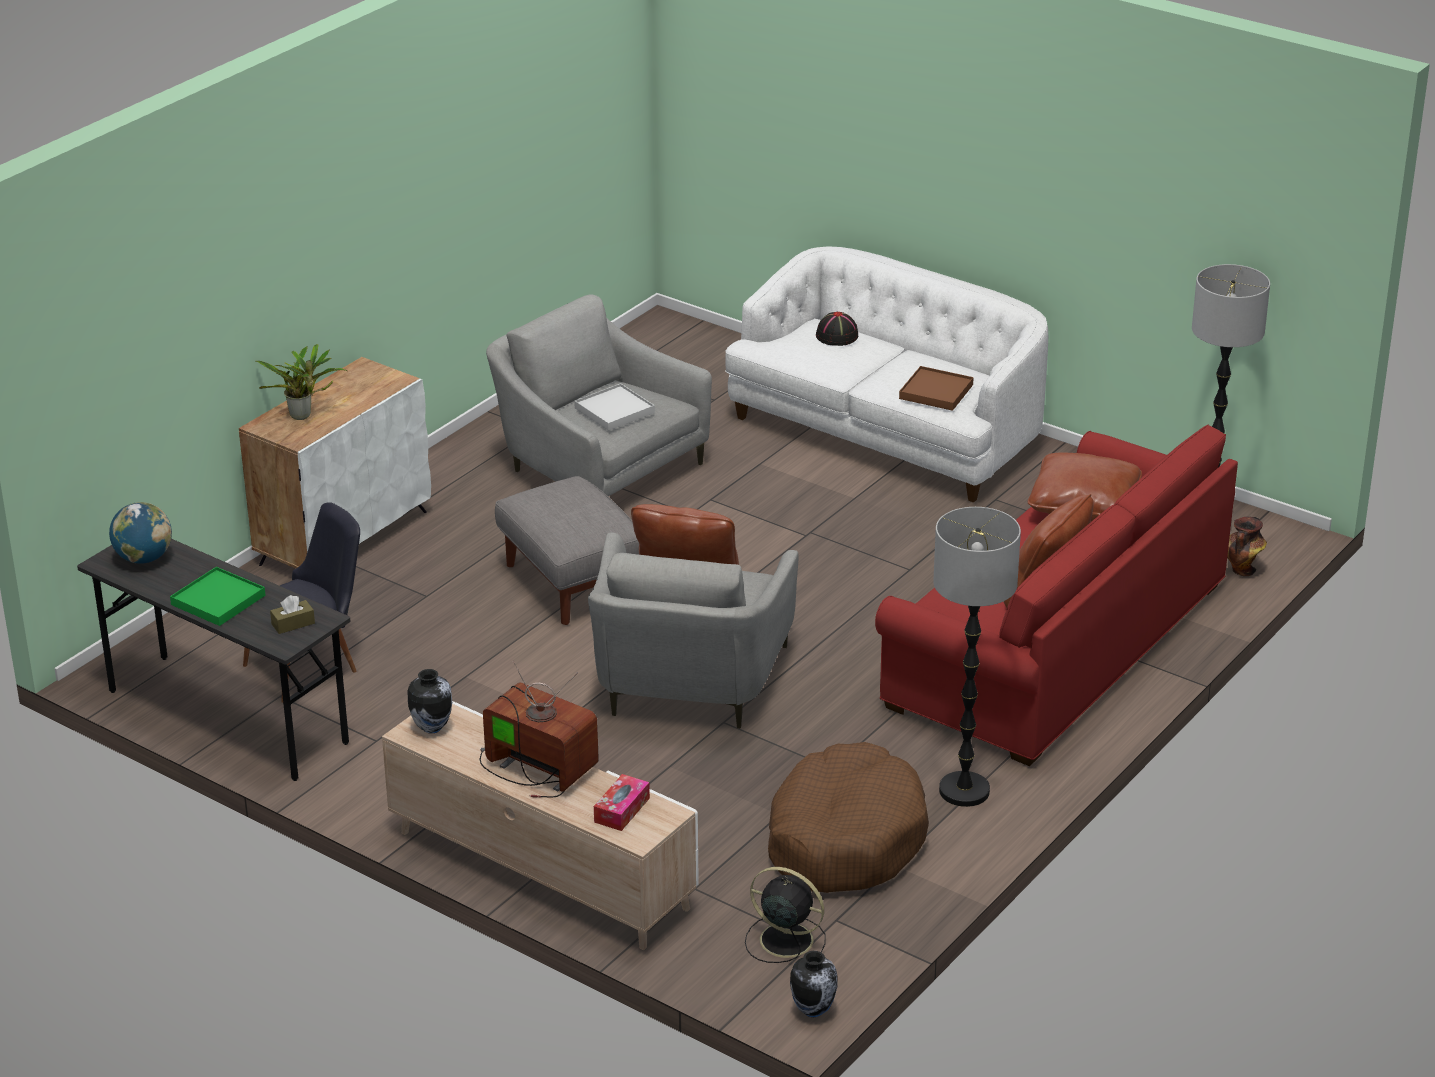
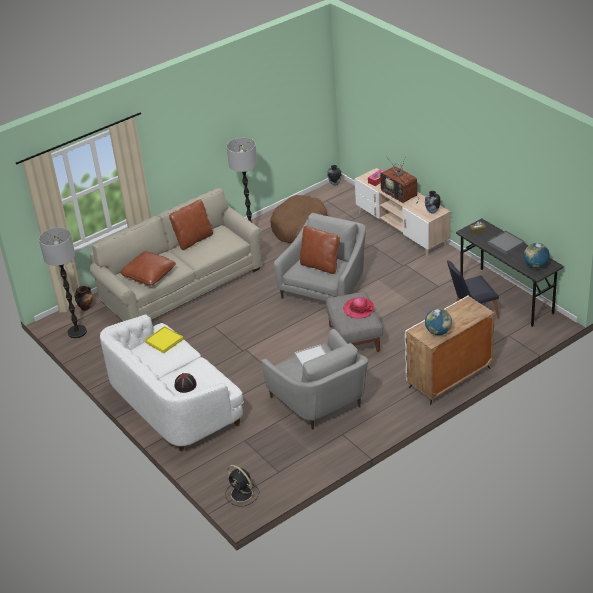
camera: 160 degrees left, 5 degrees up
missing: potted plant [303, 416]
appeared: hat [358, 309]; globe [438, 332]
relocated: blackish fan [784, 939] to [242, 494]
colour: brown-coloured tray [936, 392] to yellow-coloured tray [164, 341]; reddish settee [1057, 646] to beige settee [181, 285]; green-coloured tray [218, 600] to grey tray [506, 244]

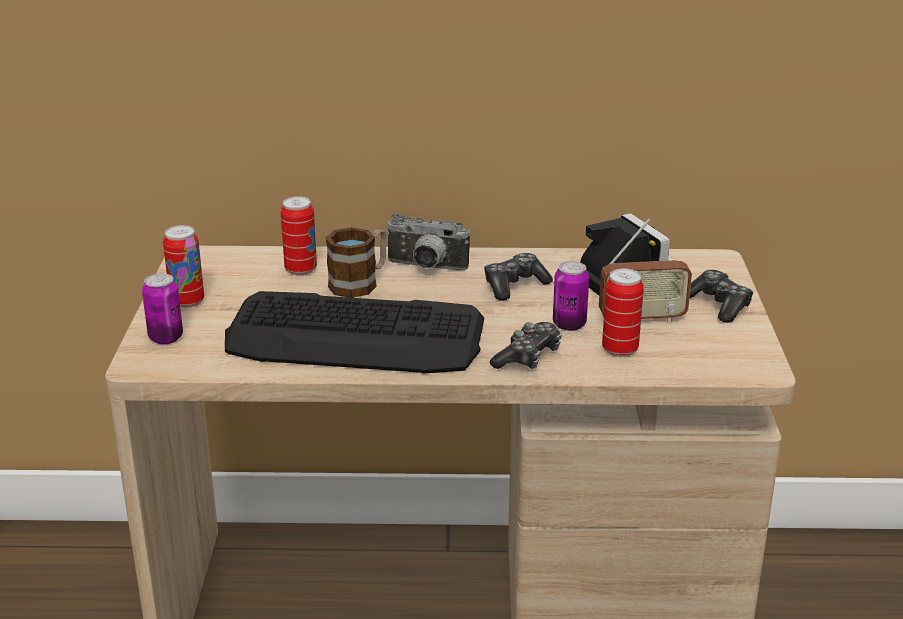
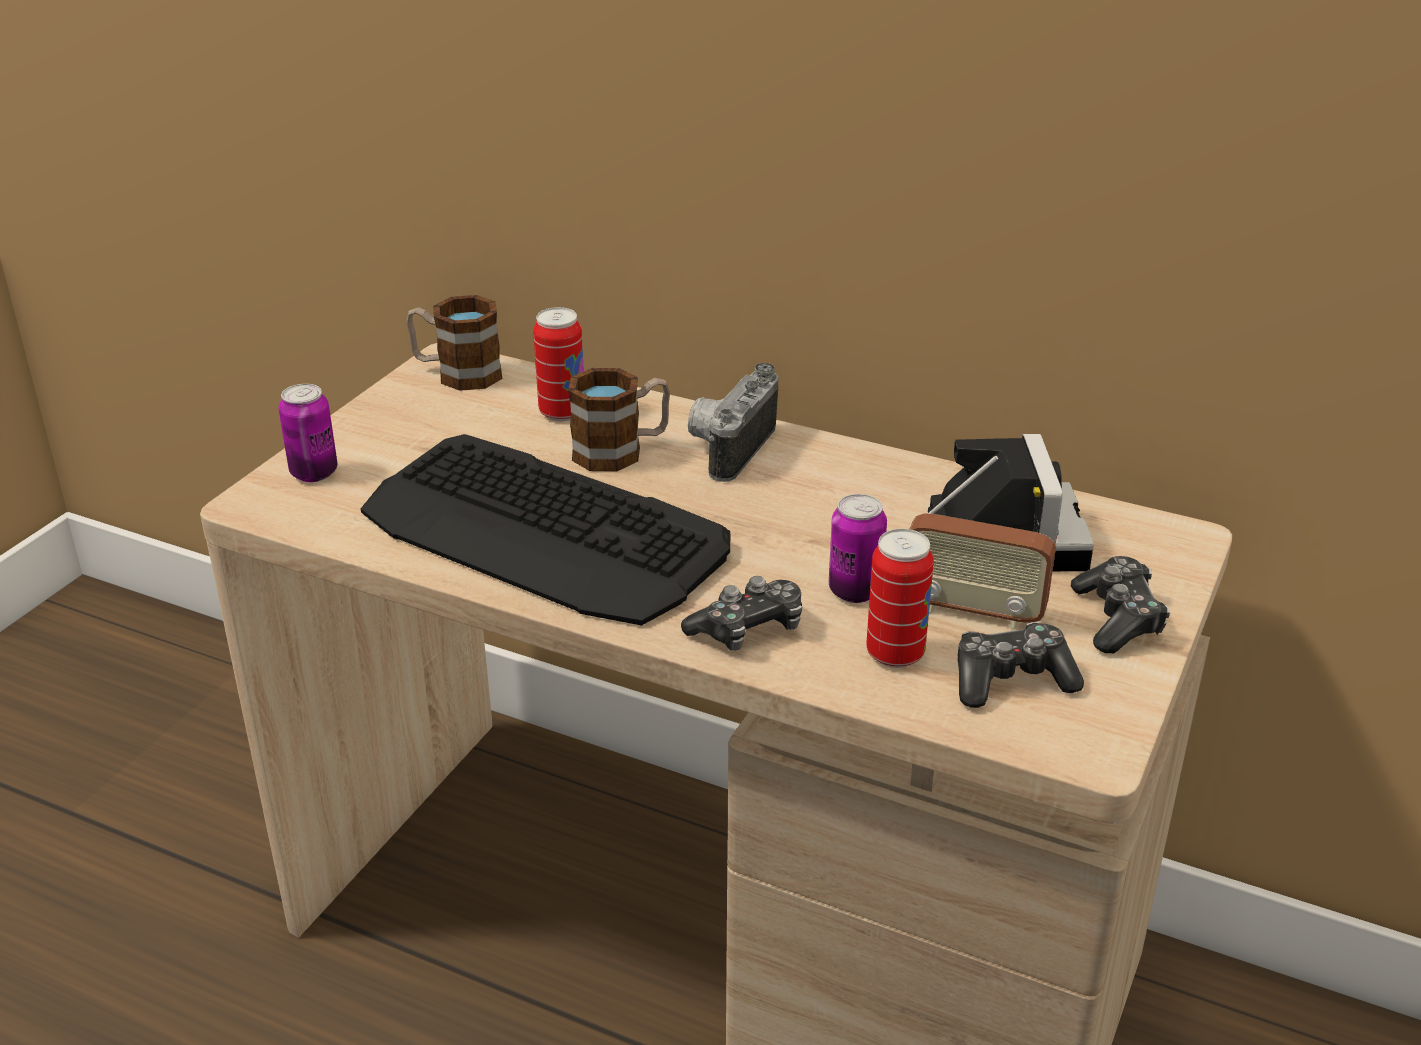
camera: 25 degrees right, 5 degrees up
missing: sealed can [187, 302]
appeared: tea mug [457, 373]
relocated: joypad [514, 286] to [1011, 680]
spun: photo camera [425, 268] = [728, 448] 75 degrees clockwise

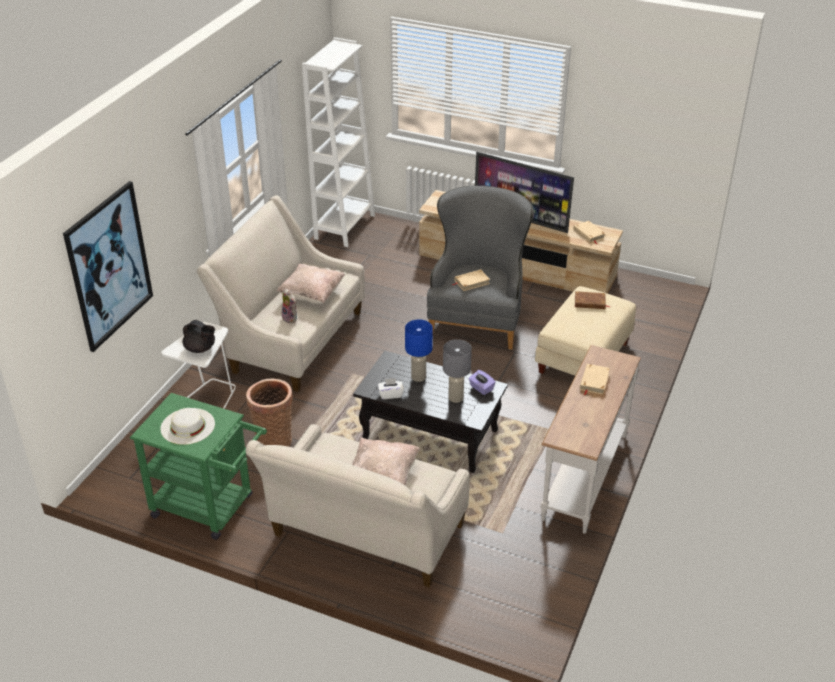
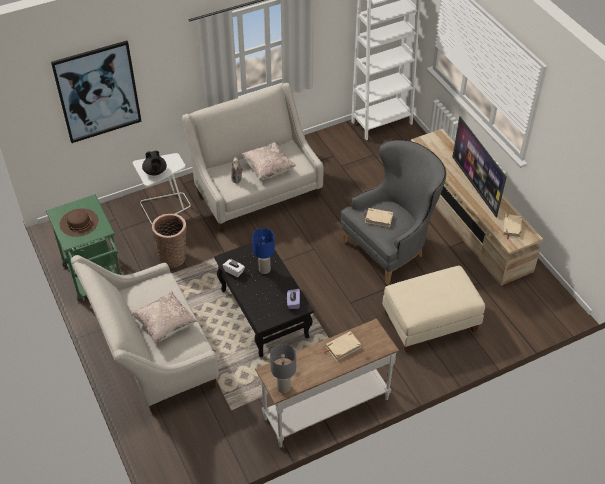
camera: 40 degrees right, 10 degrees up
missing: brown-coloured bound book [590, 302]
relocated: grey lamp for a table [455, 398] to [283, 387]
colour: whitish hat [187, 426] to brown-coloured hat [79, 222]

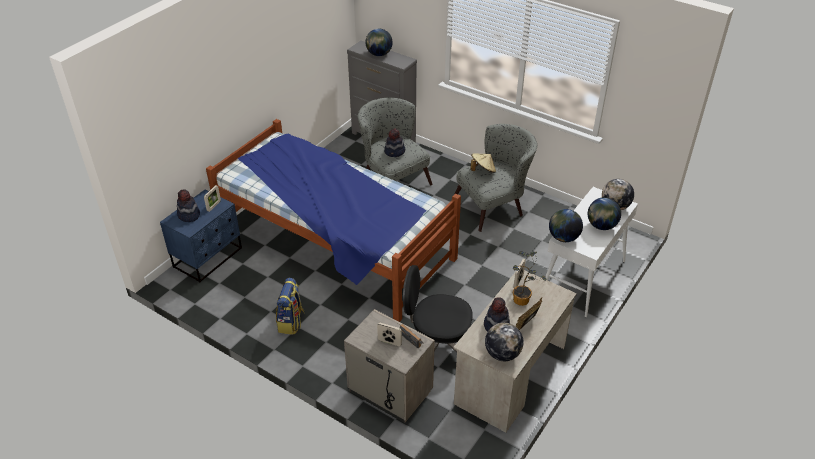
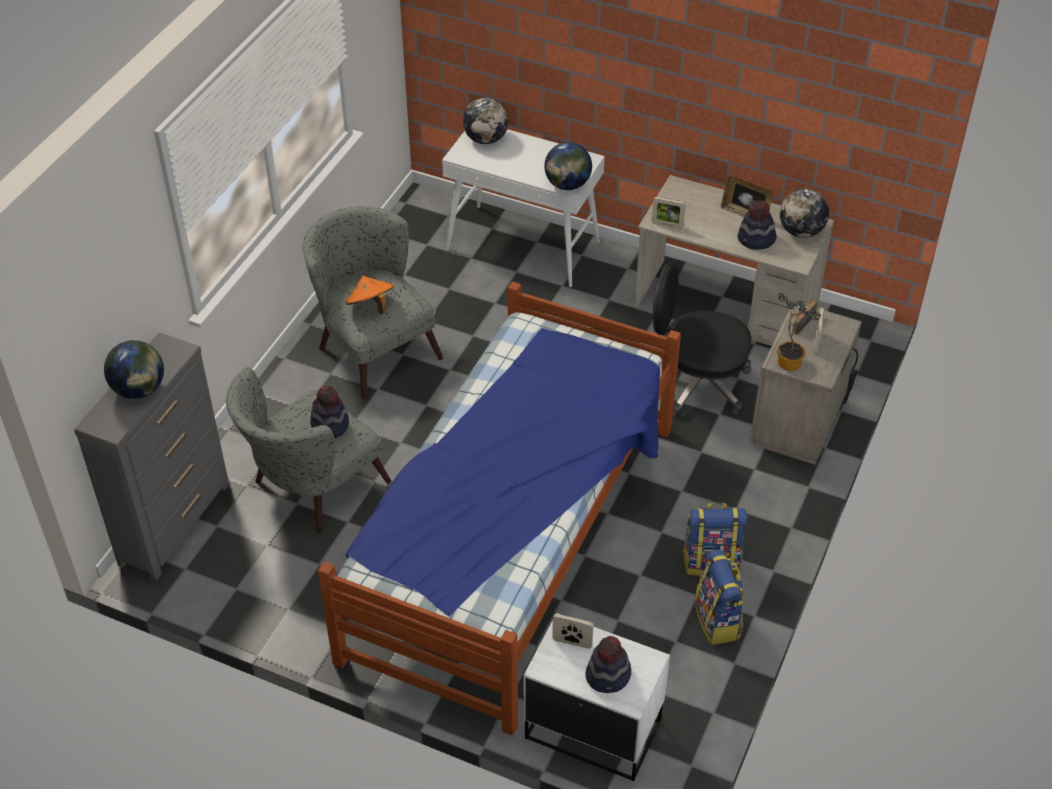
camera: 100 degrees left, 5 degrees up
missing: globe [601, 226]
appeared: rucksack [718, 620]
relocated: potted plant [523, 301] to [790, 360]
colour: beige hat [482, 170] to orange-coloured hat [371, 306]; blue night table [208, 258] to whitish night table [592, 728]
spun: blackish computer chair [437, 344] = [696, 383] 105 degrees clockwise

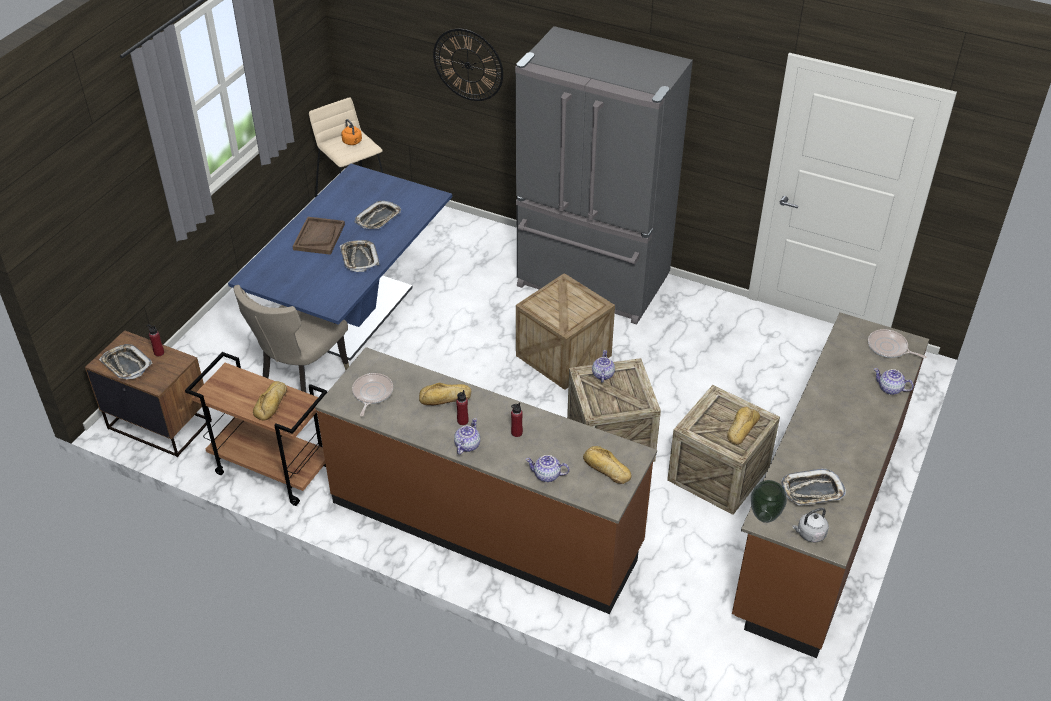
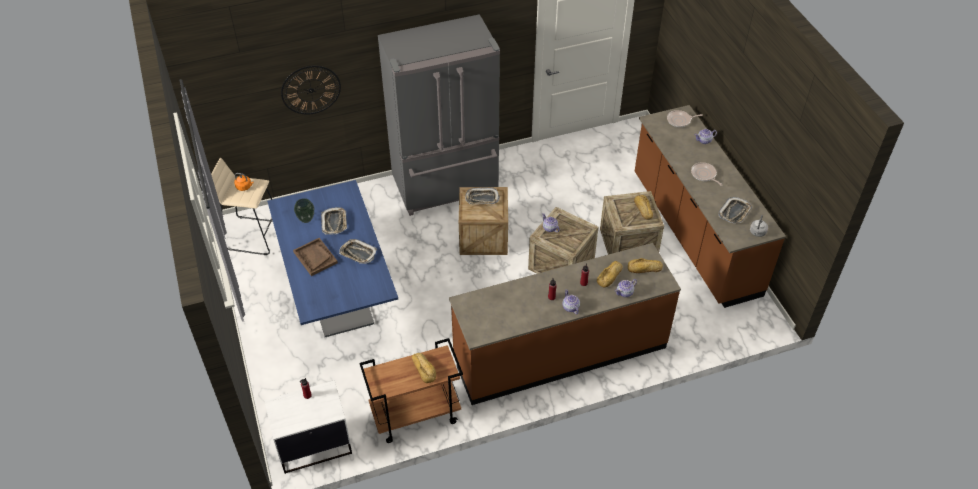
camera: 45 degrees left, 5 degrees up
missing: beige upright chair [300, 379]
relocated: tray [126, 365] to [482, 198]; frying pan [372, 393] to [704, 175]; bakery bread [445, 399] to [610, 276]; decorative vase [765, 517] to [306, 220]
colour: brown-coloured night table [160, 424] to whitish night table [313, 445]

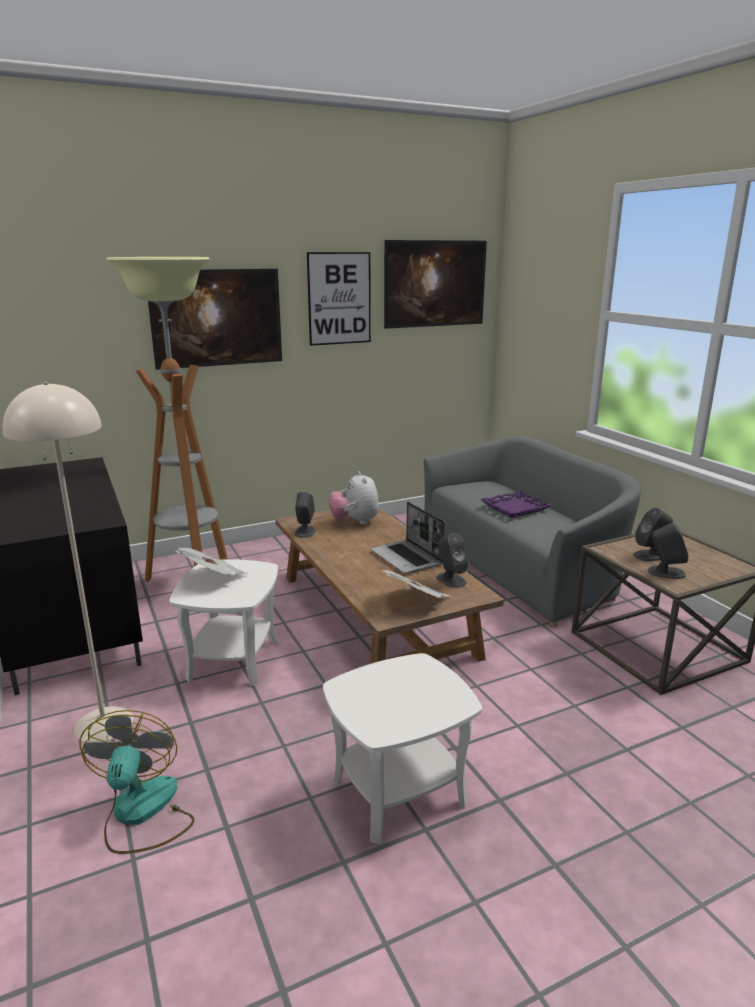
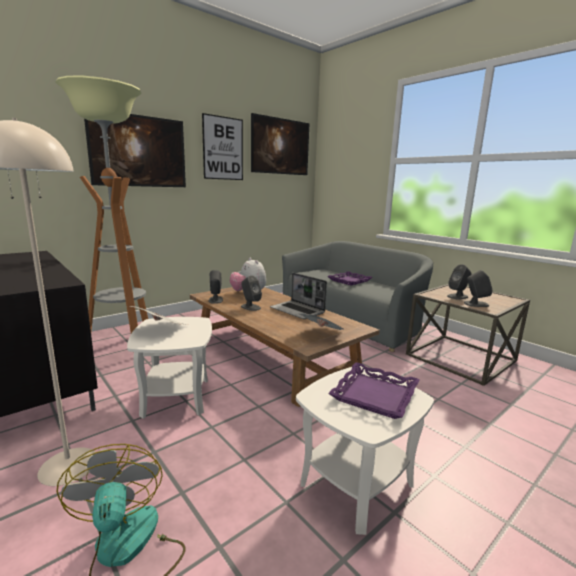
camera: 15 degrees left, 5 degrees down
appeared: purple tray [374, 395]
relocated: grey loudspeaker [451, 580] to [250, 307]

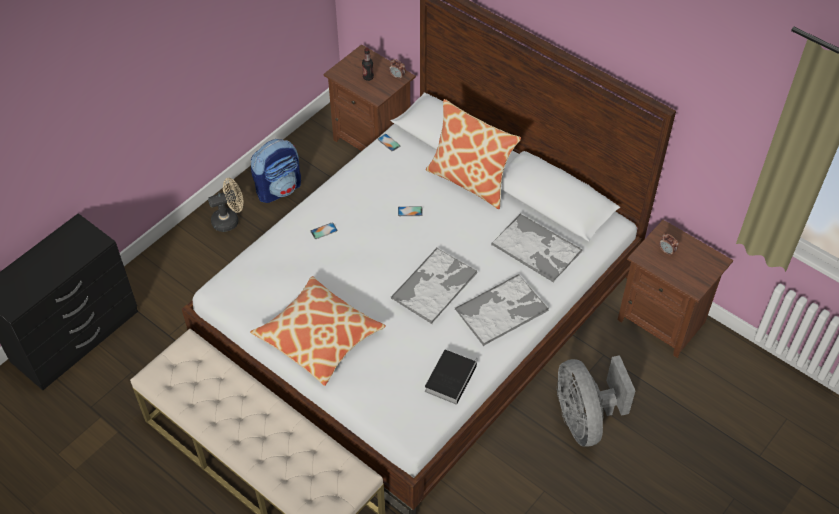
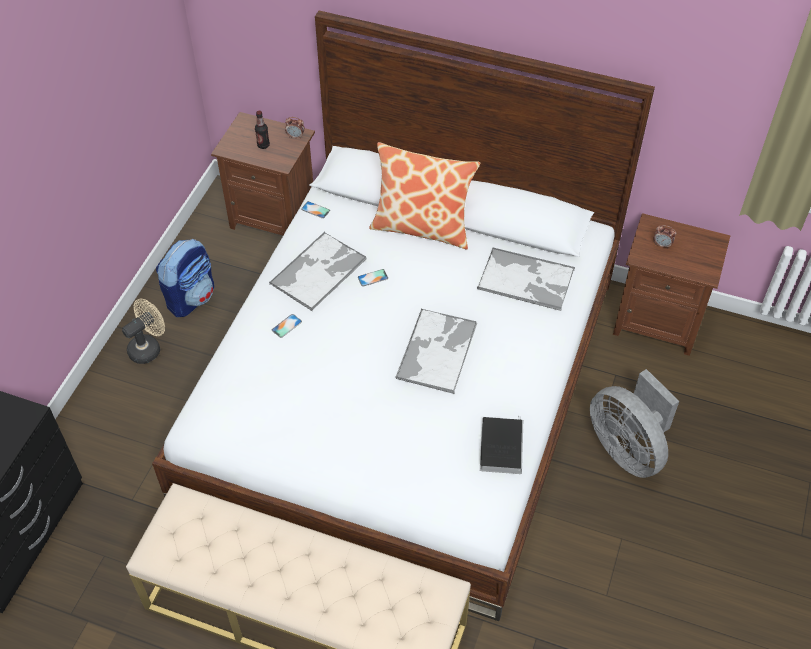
camera: 20 degrees left, 0 degrees up
missing: throw pillow [319, 337]
relocated: tray [502, 310] to [319, 271]

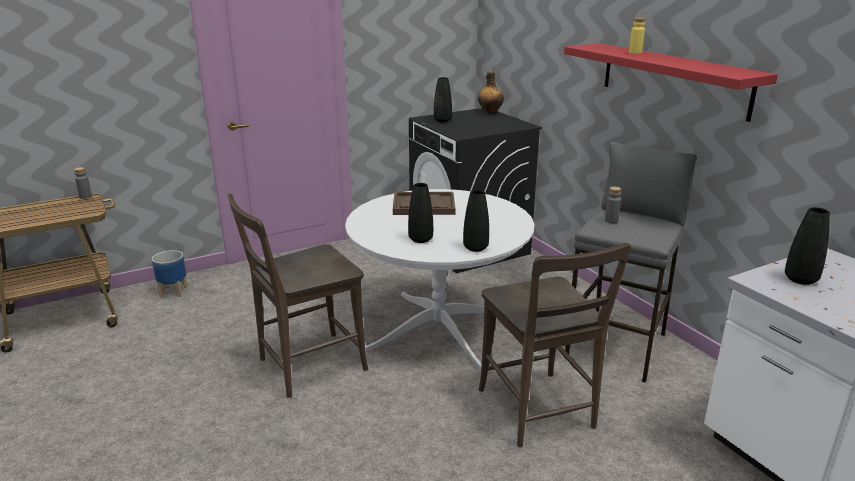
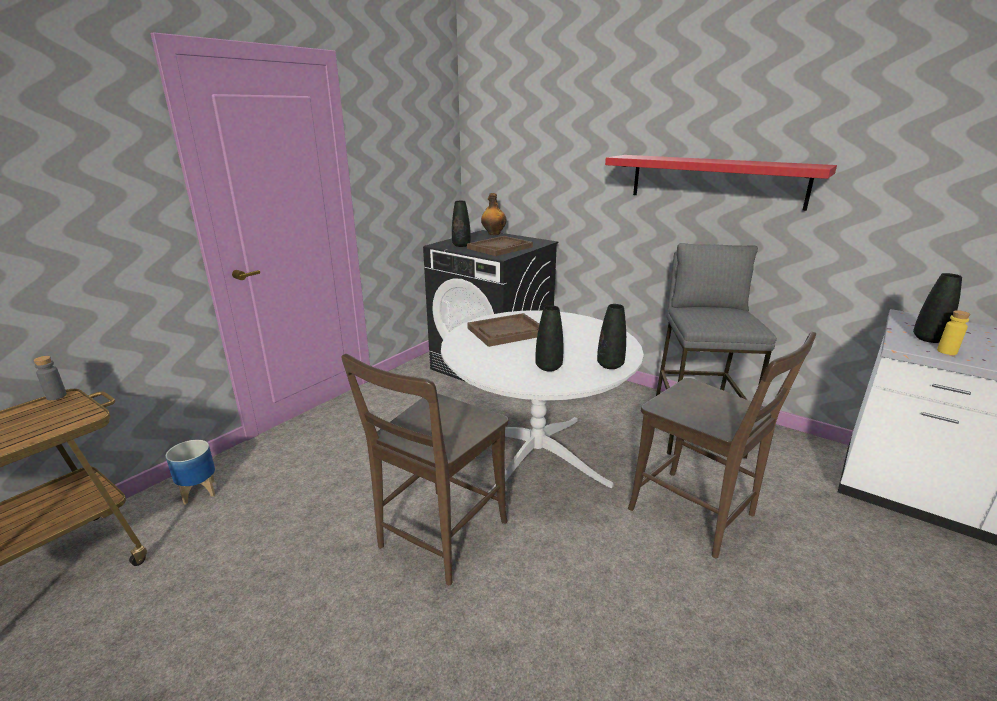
camera: 25 degrees left, 0 degrees up
missing: grey drink bottle [611, 220]
appeared: brown-coloured tray [500, 248]
relocated: yellow-coloured drink bottle [635, 52] to [946, 351]

